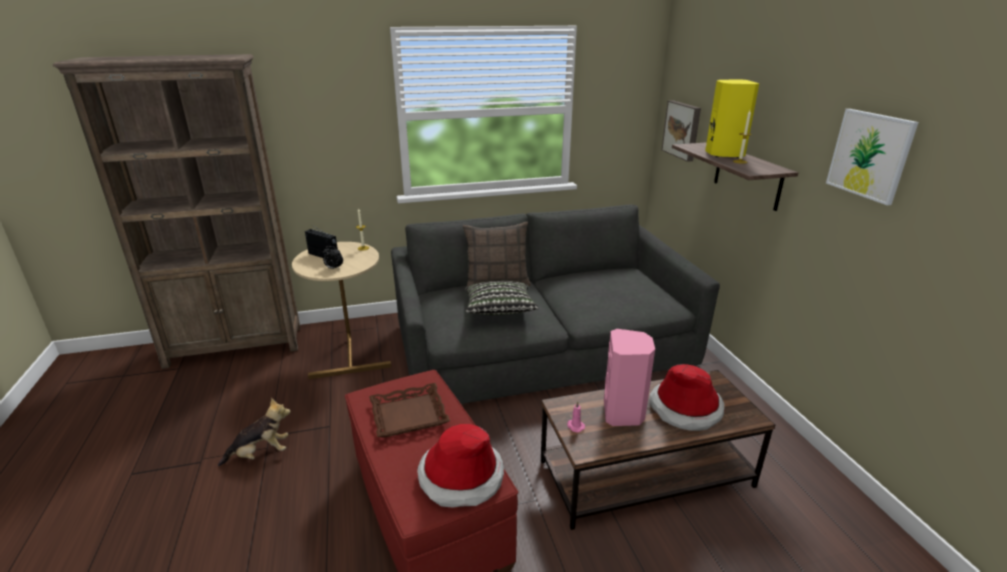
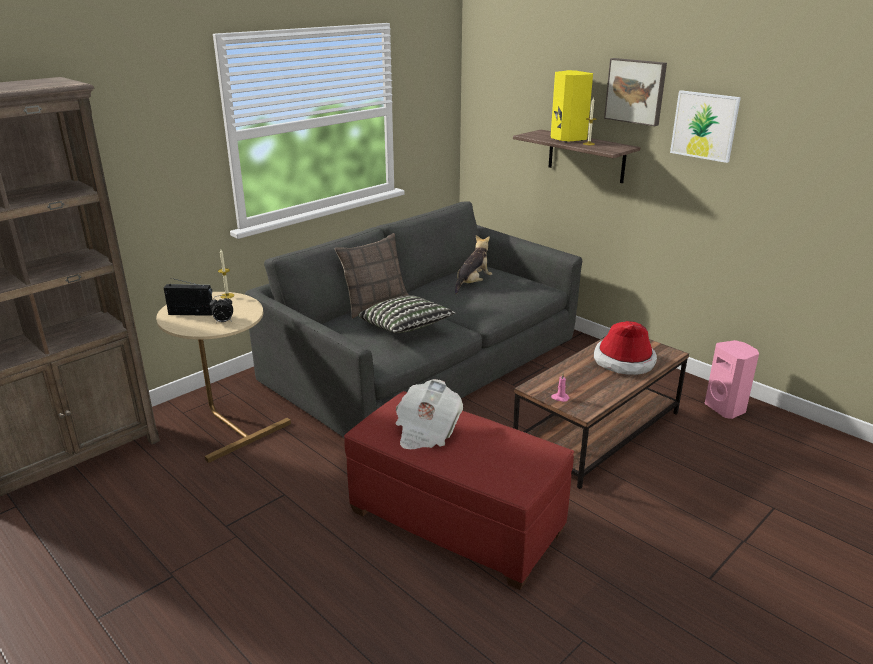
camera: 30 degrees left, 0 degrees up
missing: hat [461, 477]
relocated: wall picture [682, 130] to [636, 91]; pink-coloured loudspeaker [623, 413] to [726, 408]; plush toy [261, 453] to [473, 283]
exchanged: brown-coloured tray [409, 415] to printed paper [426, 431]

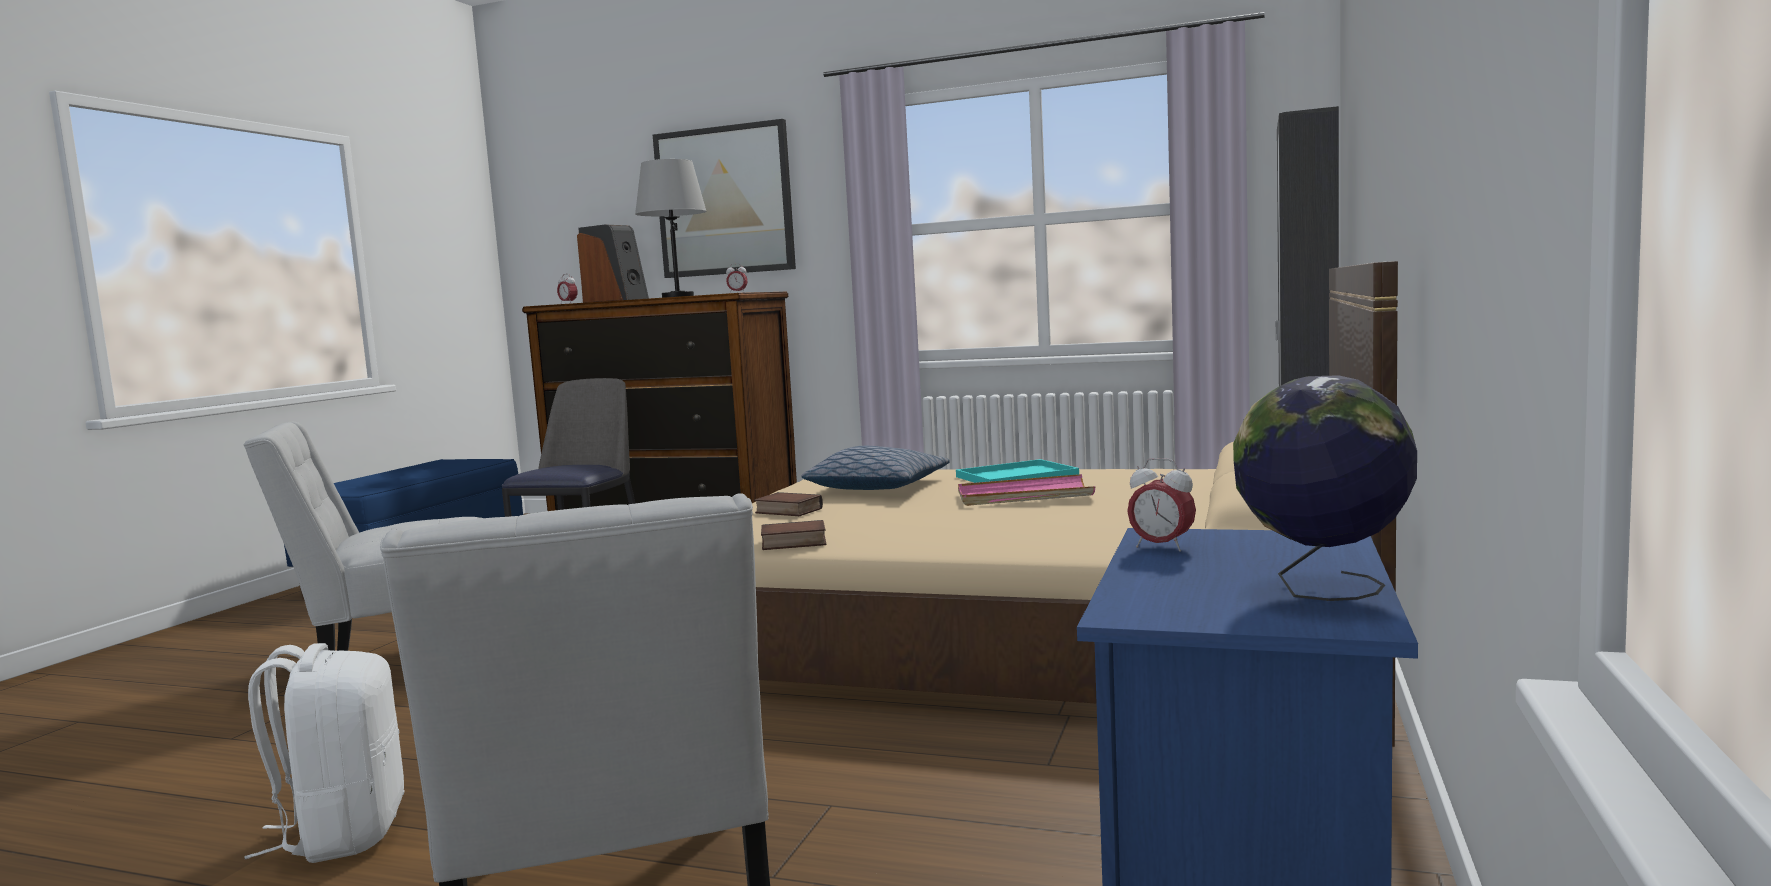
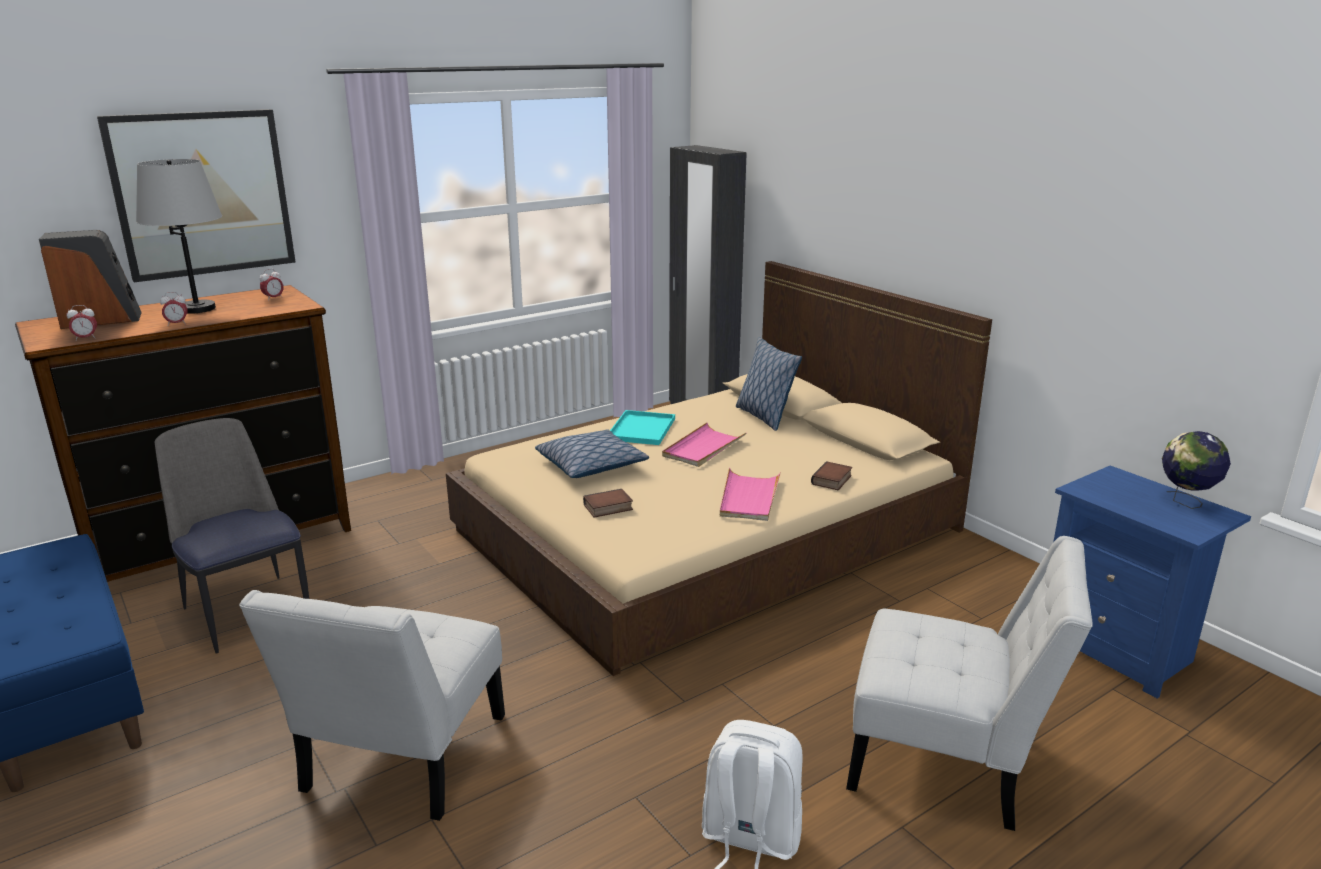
camera: 55 degrees left, 15 degrees up
appeared: throw pillow [764, 417]; pink-coloured tray [749, 498]
relocated: bedside clock [1161, 547] to [177, 324]; bound book [793, 543] to [832, 480]

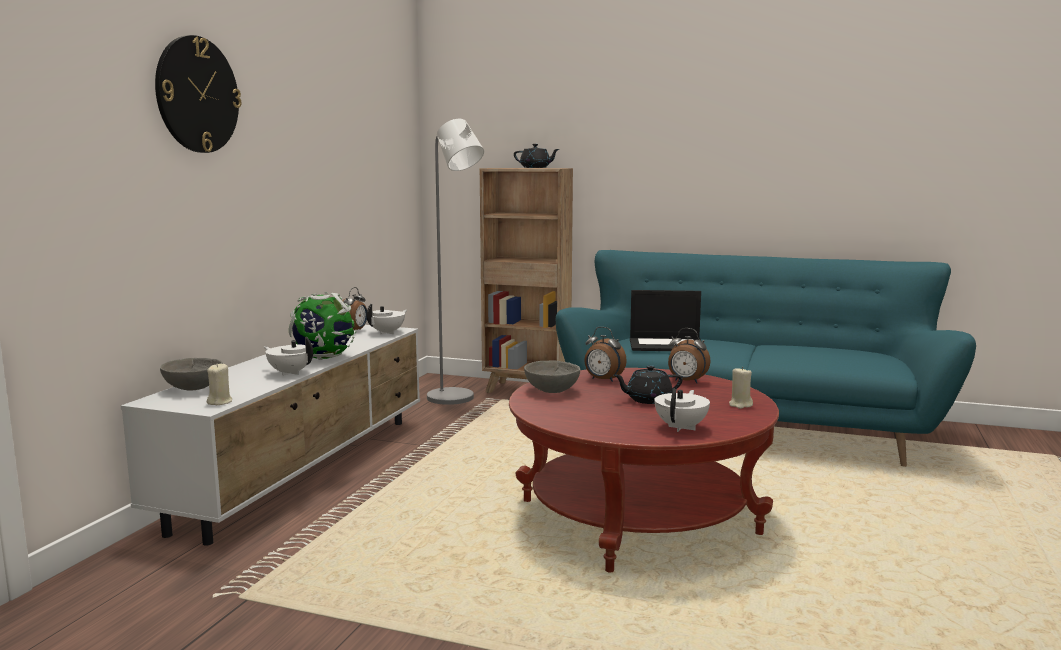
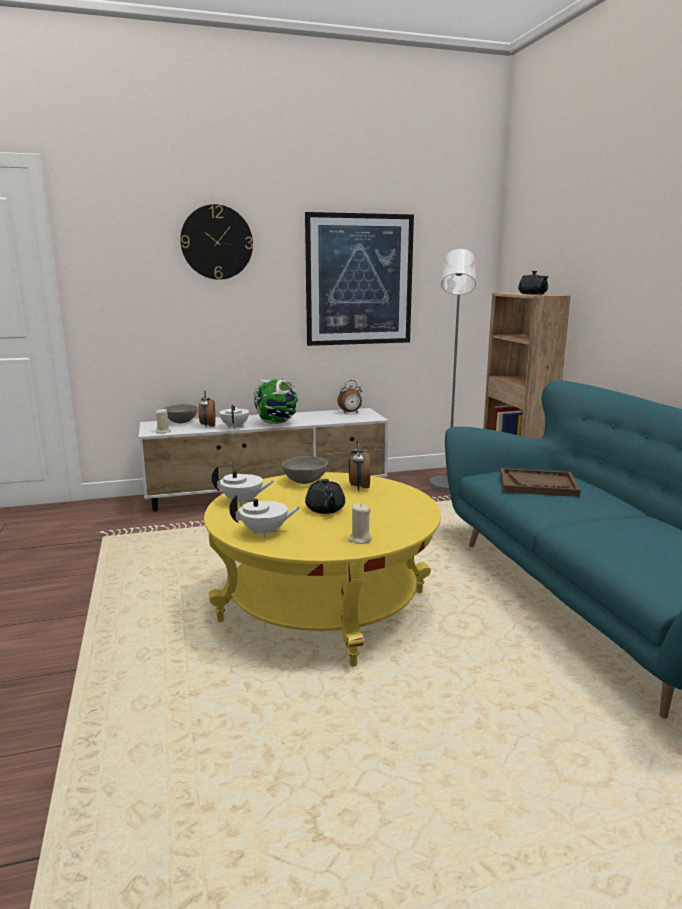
camera: 55 degrees right, 5 degrees up
appeared: wall picture [359, 280]
relocated: whitish pot for tea [387, 333] to [243, 501]; bedside clock [686, 381] to [207, 426]
exchanged: laptop [667, 345] to brown-coloured tray [538, 485]
colour: reddish low table [638, 517] to yellow-coloured low table [324, 606]
spun: blackish pot for tea [648, 400] = [325, 509] 150 degrees counterclockwise

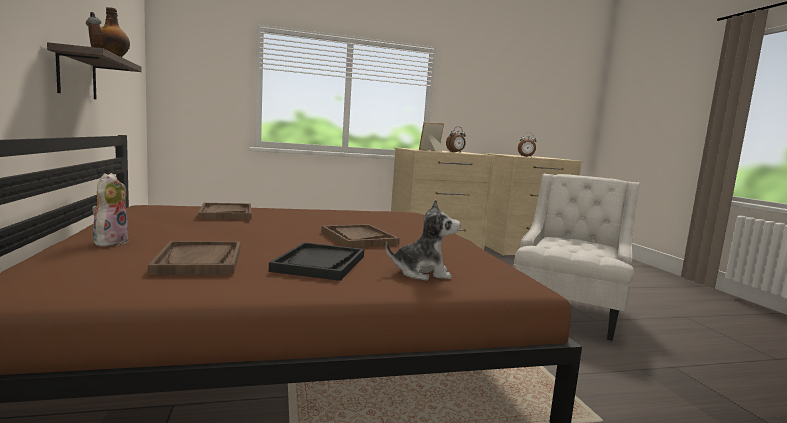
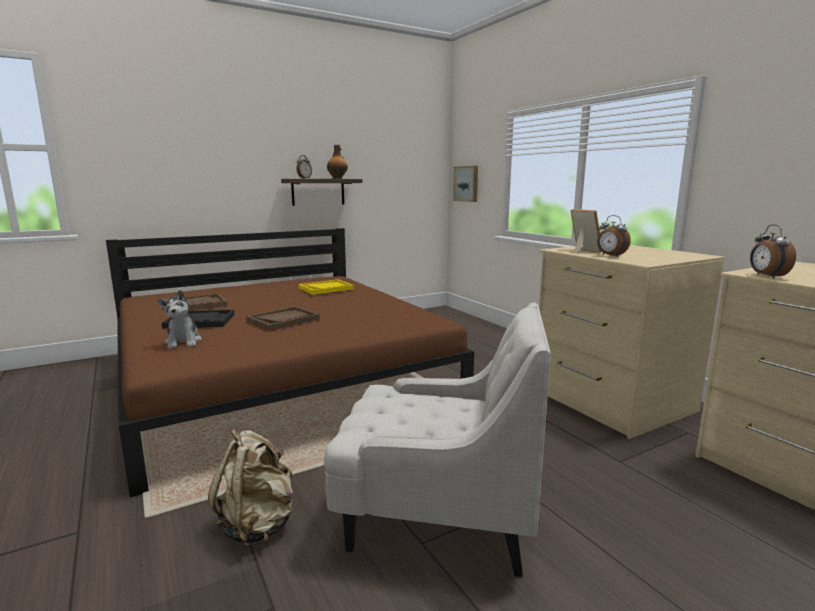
camera: 75 degrees right, 5 degrees up
missing: plush toy [110, 242]
appeared: wall picture [466, 183]; beige rucksack [258, 525]
colour: brown-coloured tray [226, 213] to yellow-coloured tray [326, 288]

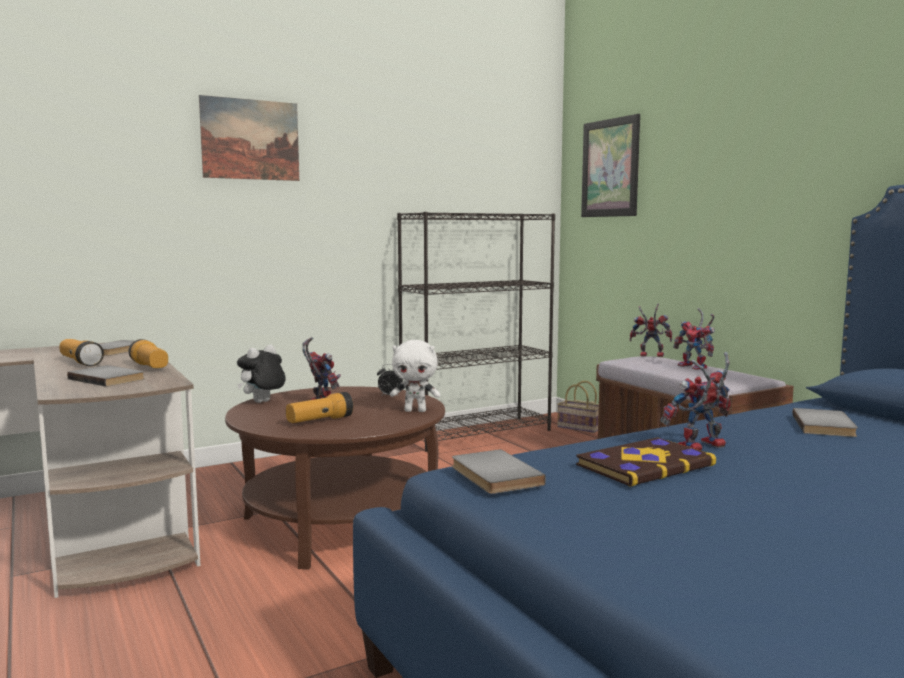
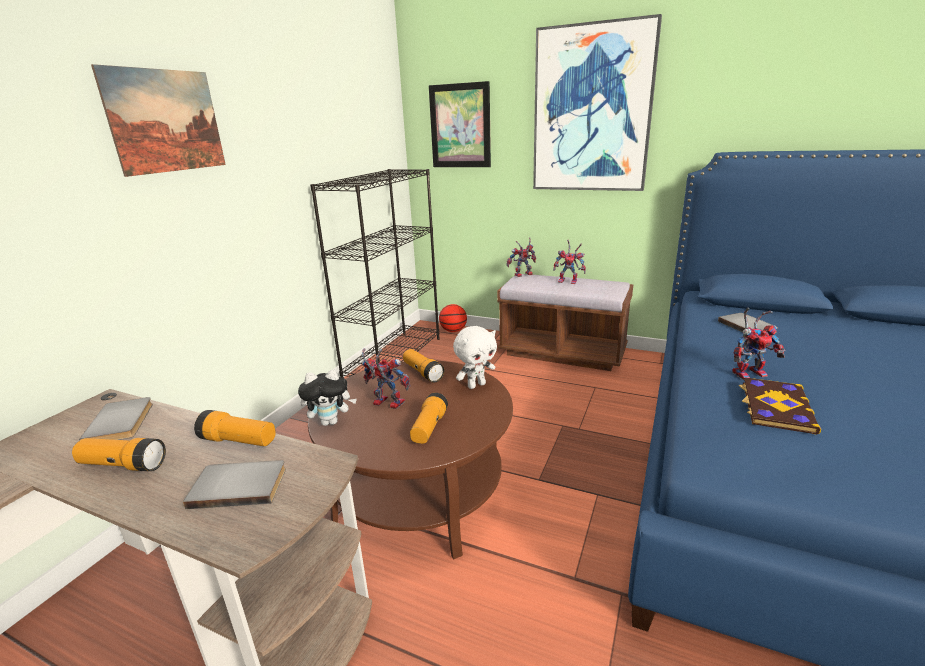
camera: 35 degrees left, 15 degrees up
missing: grey bound book [493, 476]
appeared: wall picture [592, 110]
exchanged: bedside clock [389, 396] to torch [423, 373]; household basket [578, 427] to basketball [453, 331]
spun: plush toy [262, 402] = [331, 422] 105 degrees counterclockwise; model robot [700, 447] = [749, 372] 135 degrees counterclockwise

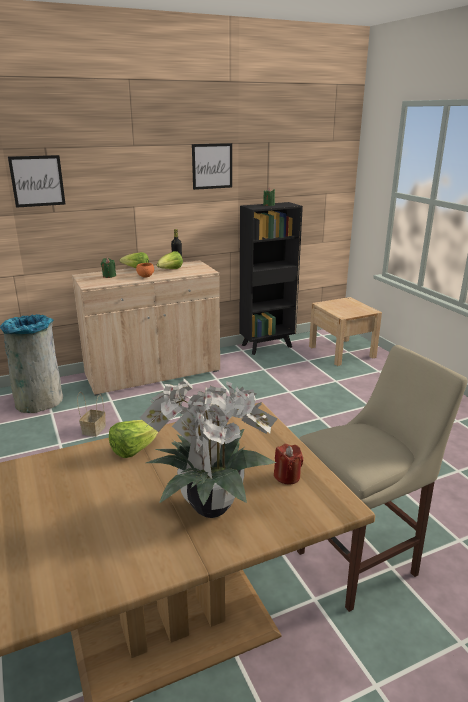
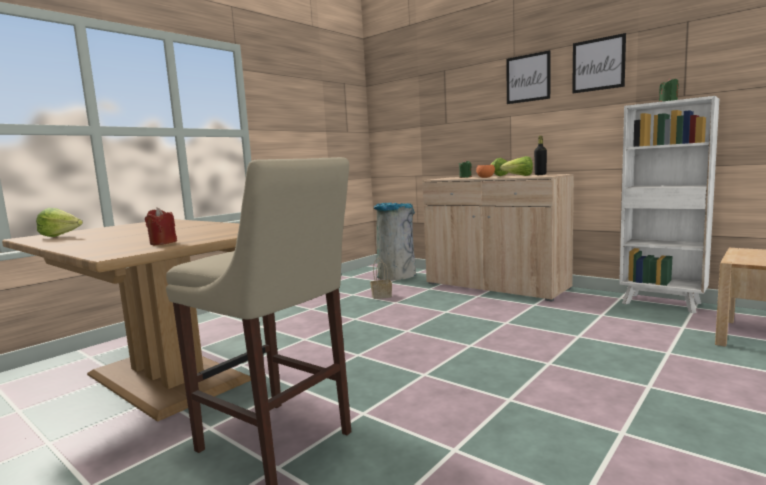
camera: 65 degrees right, 15 degrees down
missing: potted plant [207, 506]
relocated: wall picture [37, 181] to [528, 78]; lettuce head [135, 449] to [61, 236]
colour: blackish bookshelf [267, 346] to whitish bookshelf [662, 304]

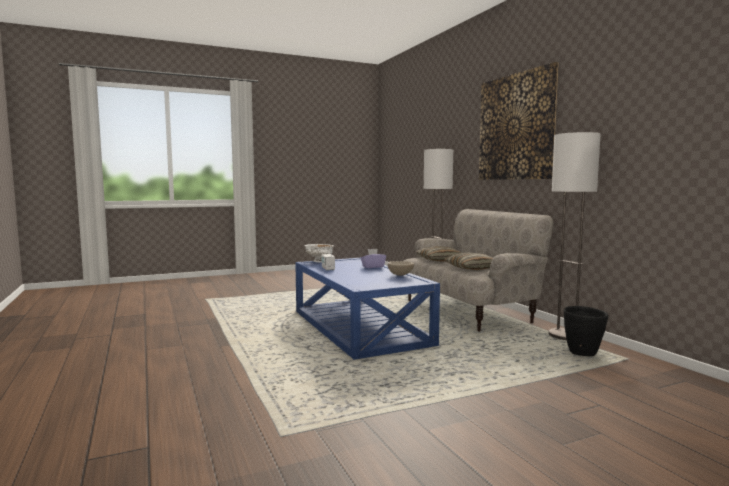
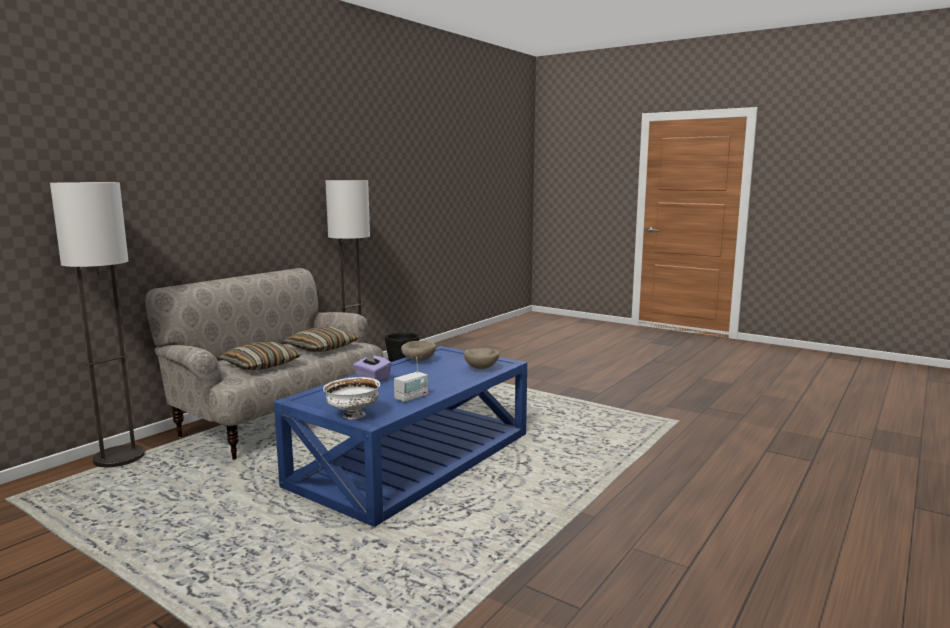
camera: 120 degrees left, 5 degrees up
missing: wall picture [516, 127]
appeared: beige serving bowl [482, 368]

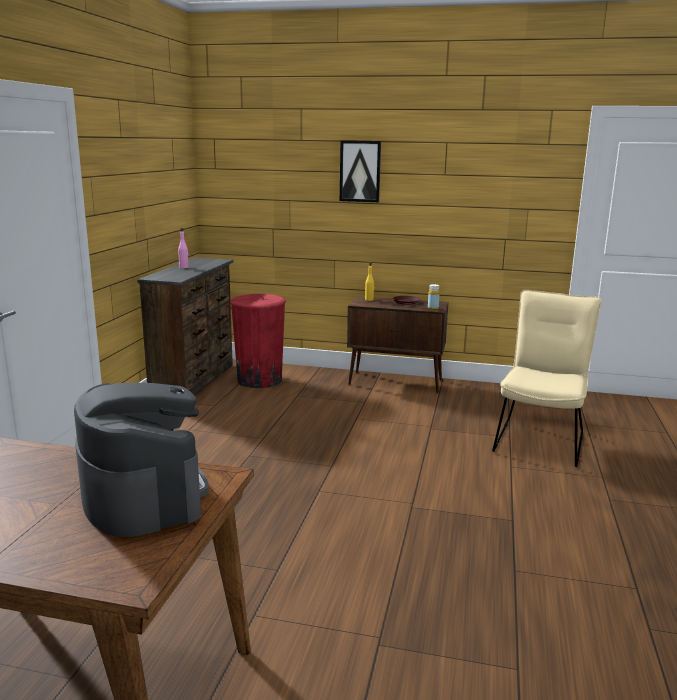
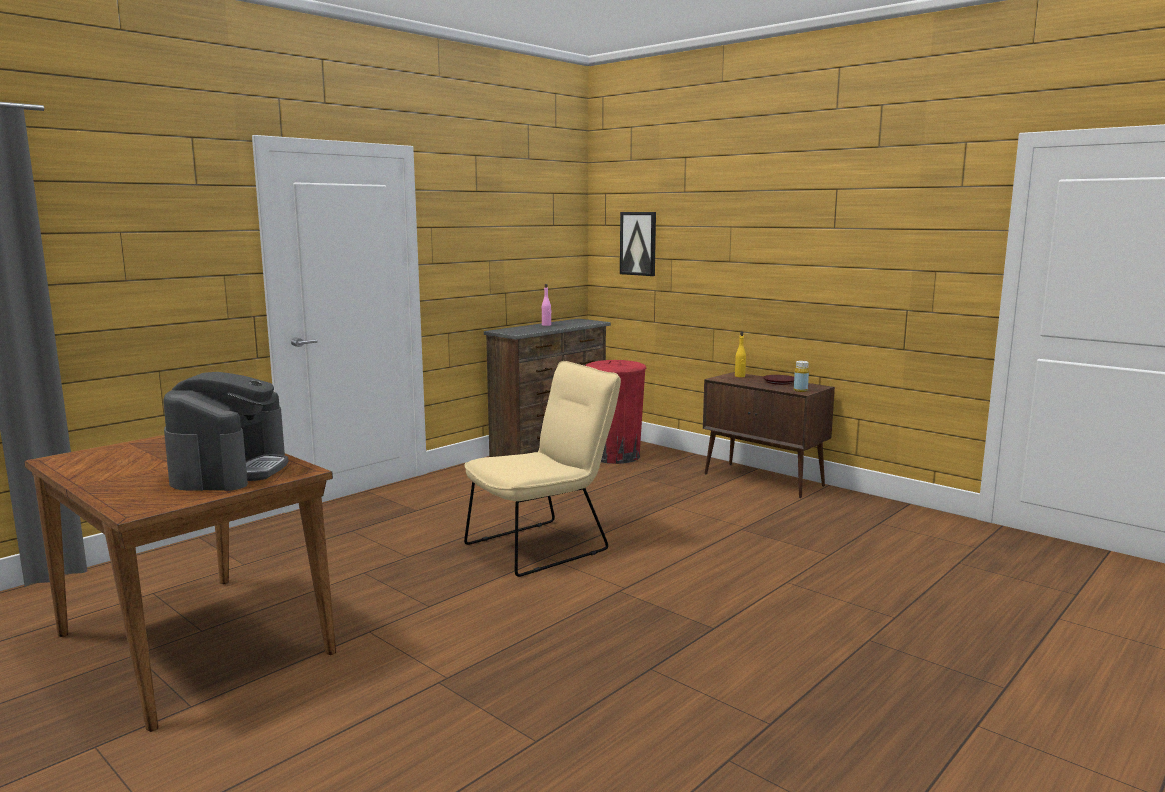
camera: 30 degrees right, 5 degrees down
relocated: wall picture [360, 171] to [638, 243]; beige upright chair [540, 439] to [545, 545]

